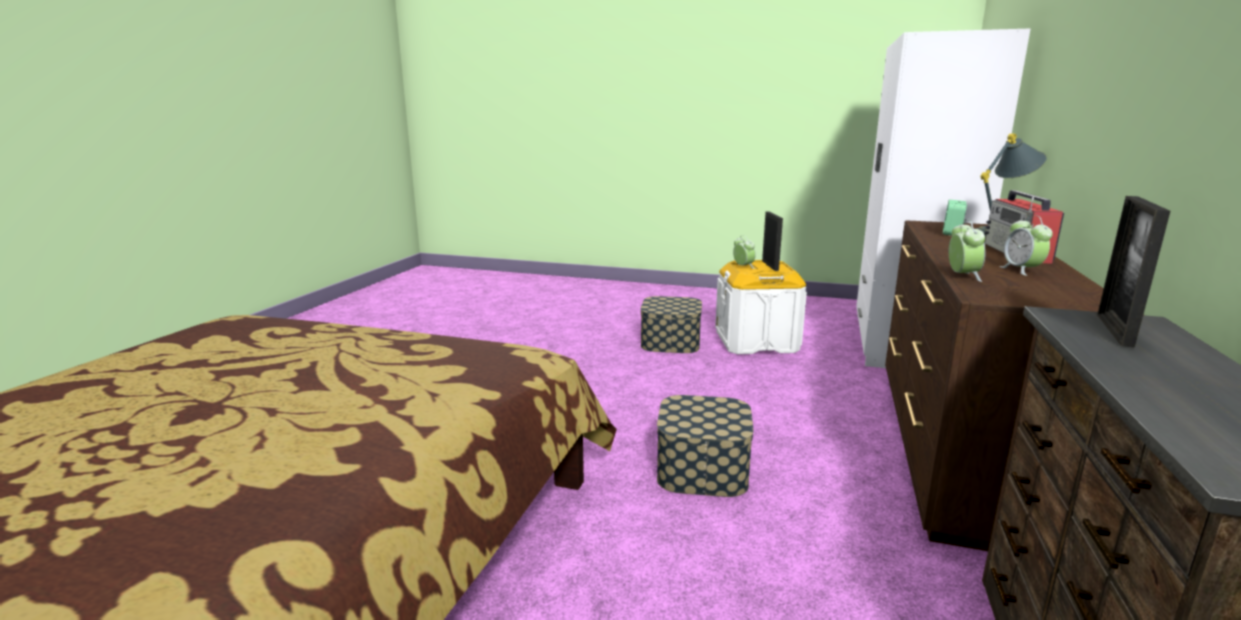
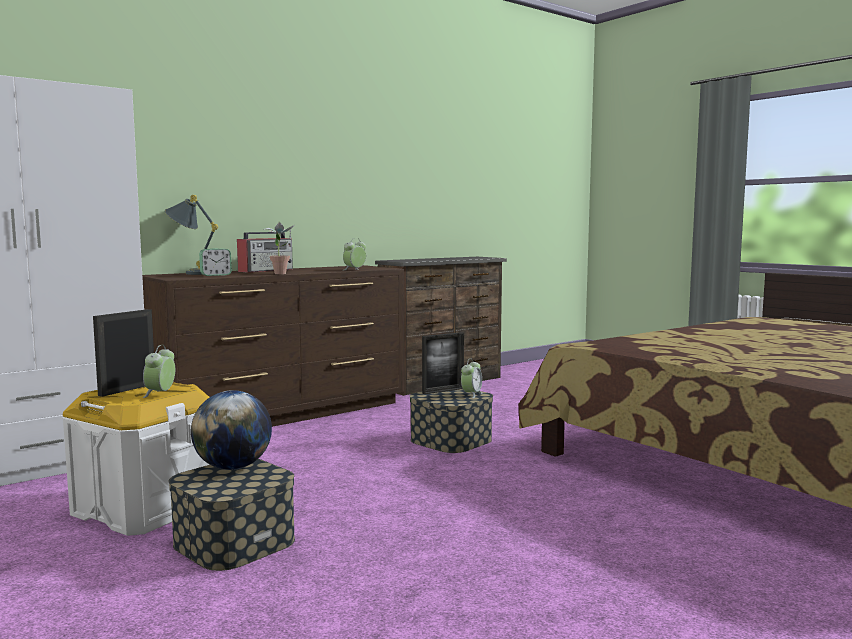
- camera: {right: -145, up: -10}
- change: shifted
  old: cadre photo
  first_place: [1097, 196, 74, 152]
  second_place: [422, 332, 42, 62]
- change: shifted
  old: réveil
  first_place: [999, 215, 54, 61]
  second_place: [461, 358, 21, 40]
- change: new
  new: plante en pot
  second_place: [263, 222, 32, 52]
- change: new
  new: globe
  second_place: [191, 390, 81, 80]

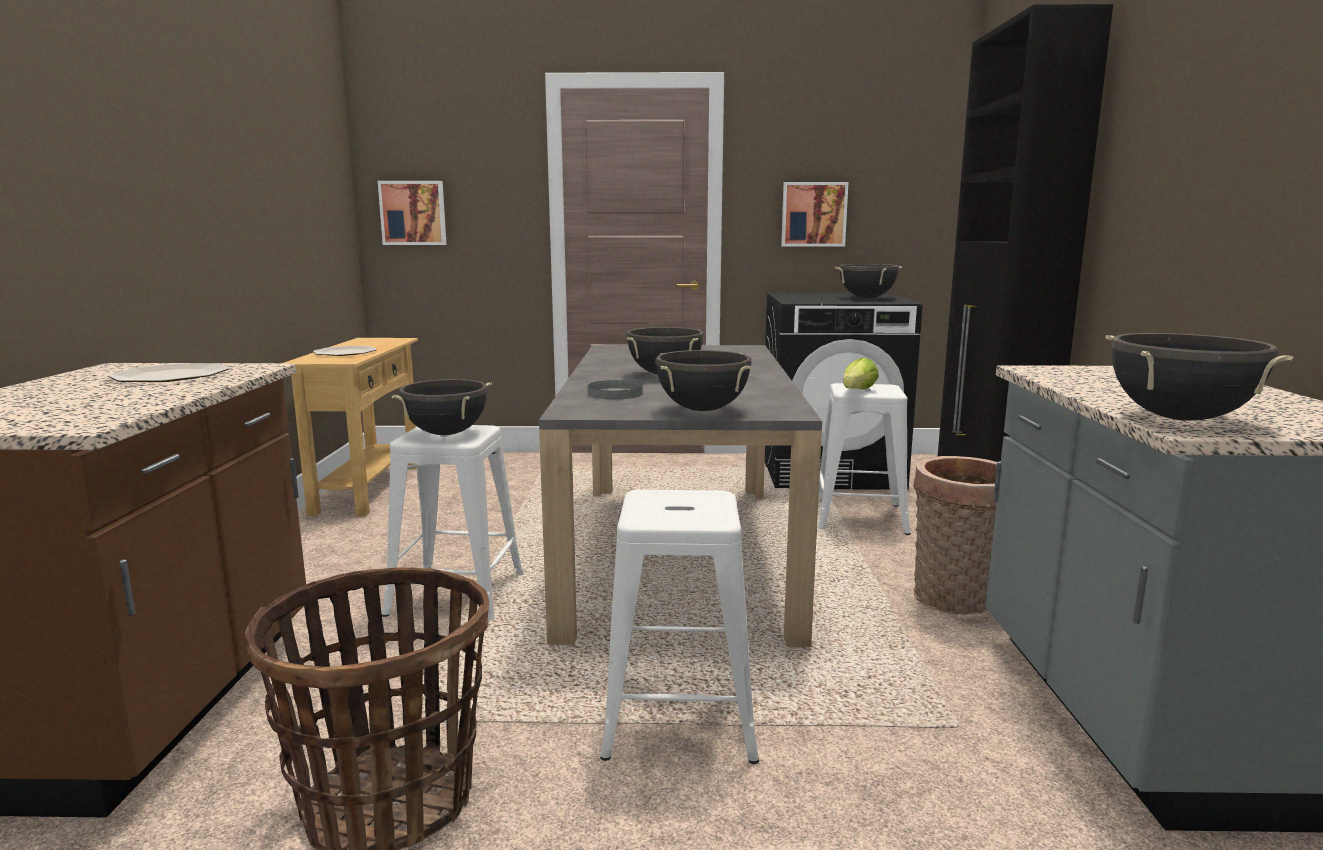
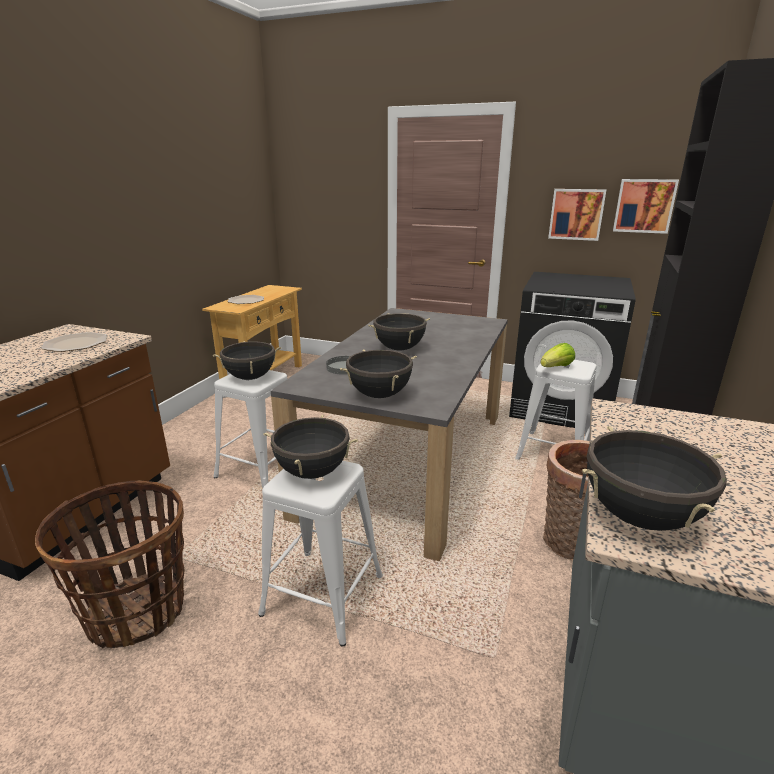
- camera: {right: 20, up: 10}
- change: shifted
  old: tableau
  first_place: [378, 181, 69, 64]
  second_place: [613, 179, 66, 55]
- change: shifted
  old: marmite [noir]
  first_place: [835, 264, 67, 34]
  second_place: [263, 415, 95, 64]

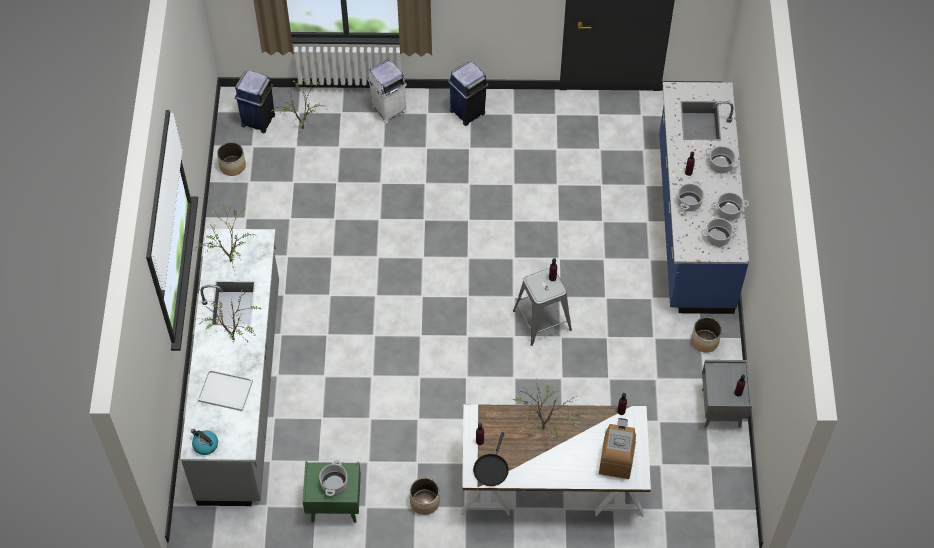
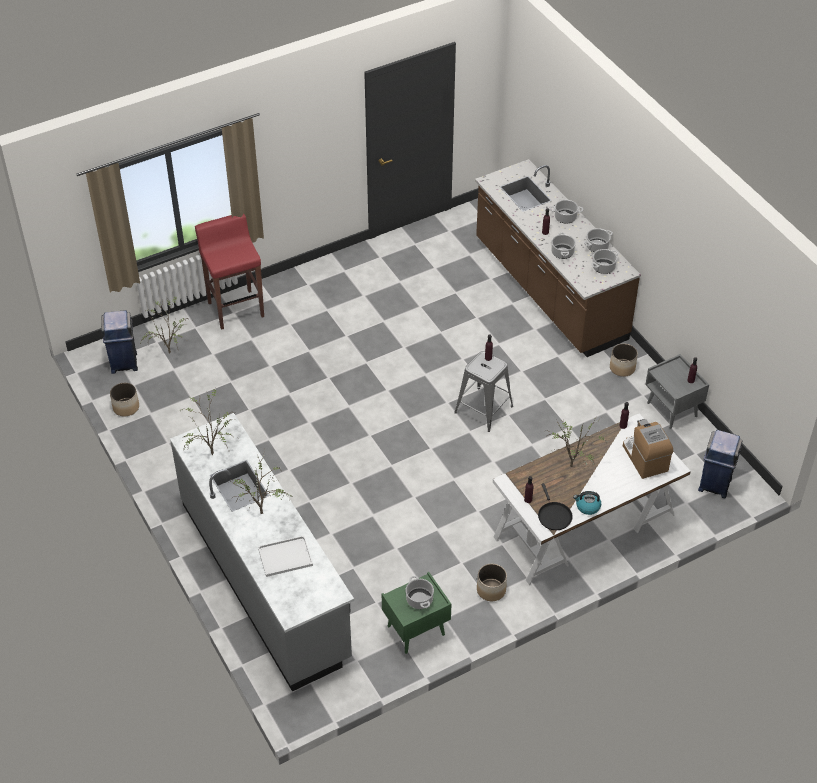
- camera: {right: -30, up: -10}
- change: swapped
  old: poubelle [blanc]
  new: tabouret [rouge]
  first_place: [367, 60, 40, 63]
  second_place: [195, 214, 69, 116]
- change: shifted
  old: poubelle [bleu]
  first_place: [448, 61, 40, 65]
  second_place: [698, 430, 45, 69]
- change: repainted
  old: comptoir de cuisine [bleu]
  new: comptoir de cuisine [marron]
  first_place: [659, 82, 90, 232]
  second_place: [475, 159, 166, 198]
- change: shifted
  old: bouilloire
  first_place: [191, 429, 27, 26]
  second_place: [573, 491, 28, 24]

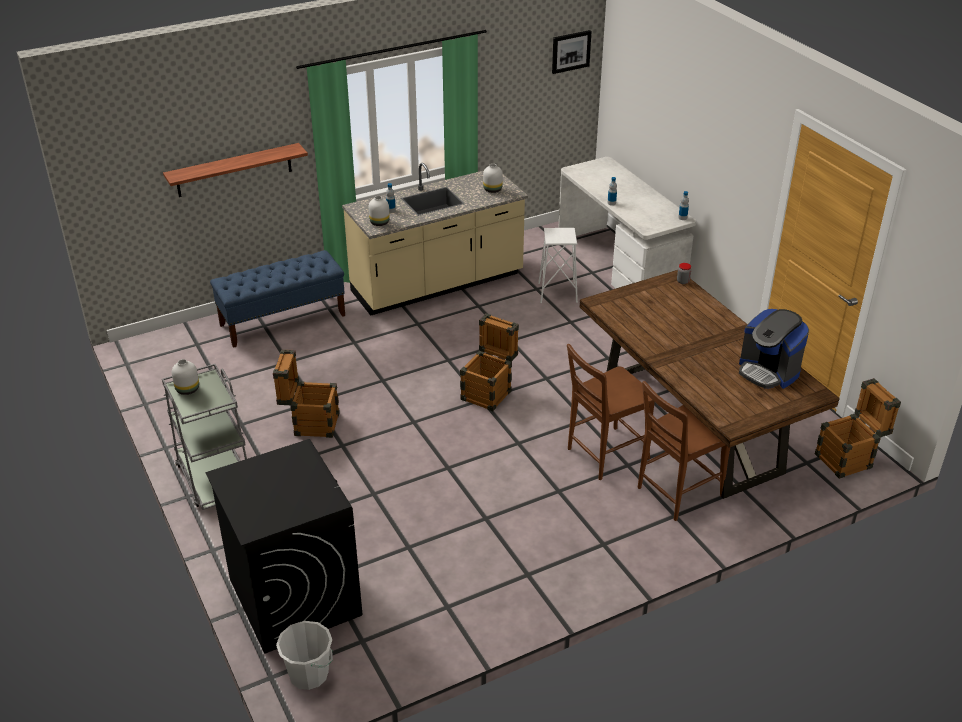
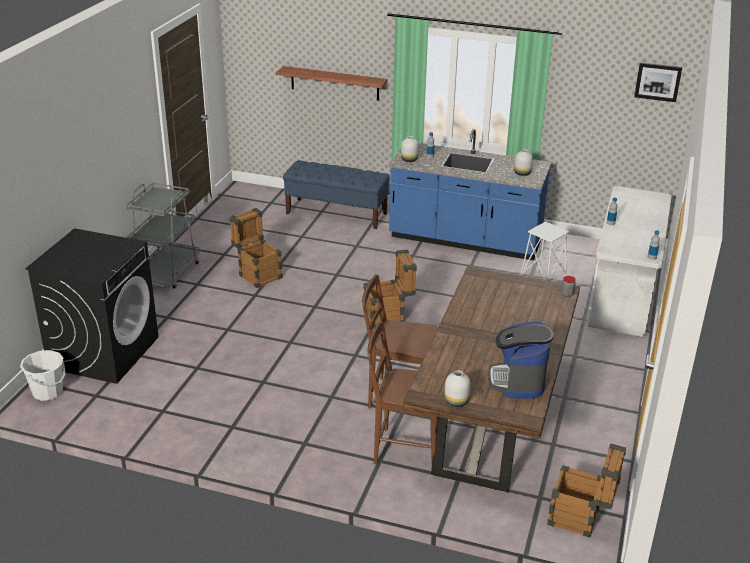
- camera: {right: 45, up: -5}
- change: repainted
  old: comptoir de cuisine [beige]
  new: comptoir de cuisine [bleu]
  first_place: [342, 163, 186, 153]
  second_place: [389, 129, 163, 132]
- change: shifted
  old: vase [blanc]
  first_place: [172, 359, 27, 36]
  second_place: [444, 370, 27, 37]

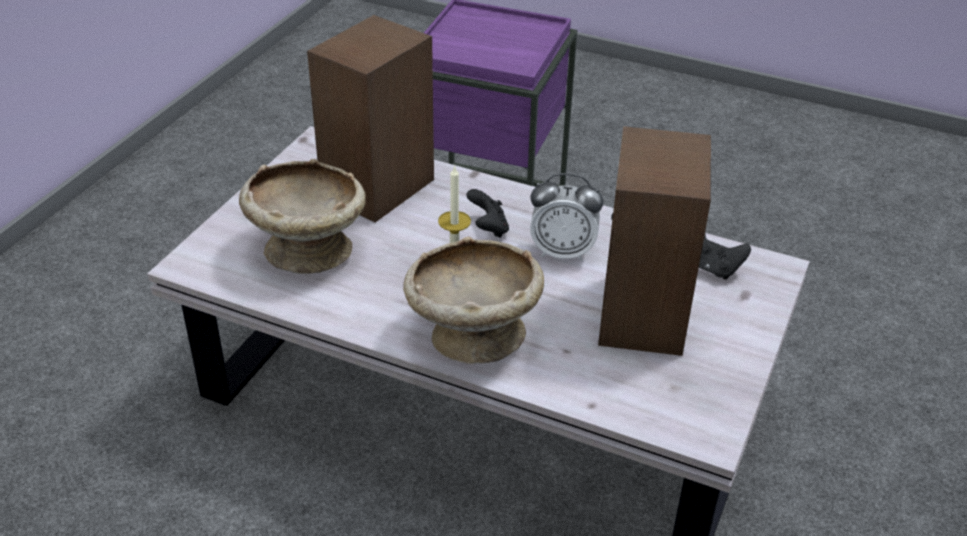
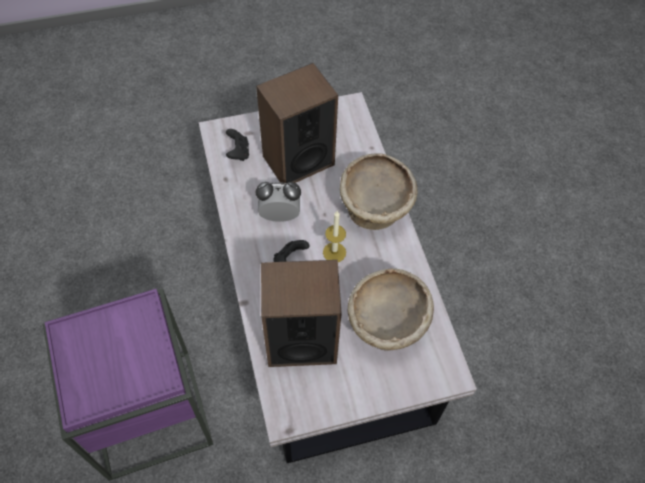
- camera: {right: -130, up: 20}
- change: rotated
  old: réveil
  first_place: [530, 173, 74, 88]
  second_place: [256, 182, 45, 40]
  degrees: -60

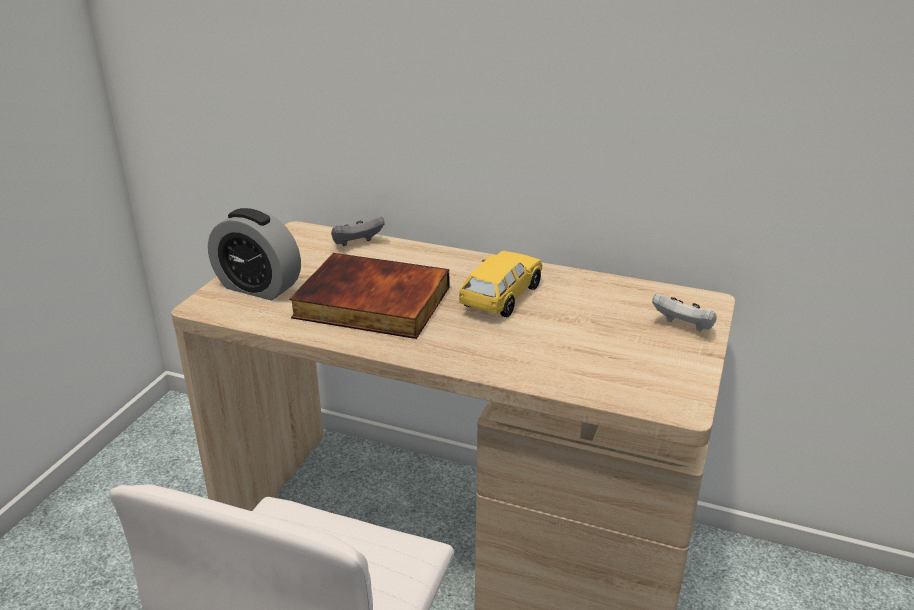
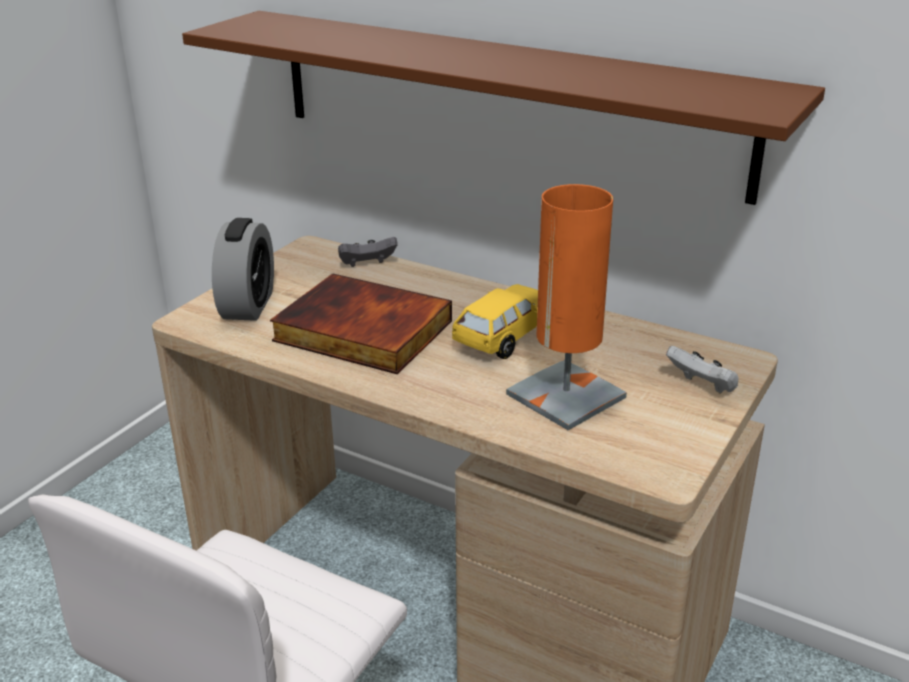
- camera: {right: 10, up: 0}
- change: rotated
  old: réveil
  first_place: [208, 208, 93, 92]
  second_place: [212, 218, 62, 103]
  degrees: -120
- change: new
  new: étagère [marron]
  second_place: [182, 11, 643, 194]
- change: new
  new: lampe de table [orange]
  second_place: [506, 184, 121, 246]

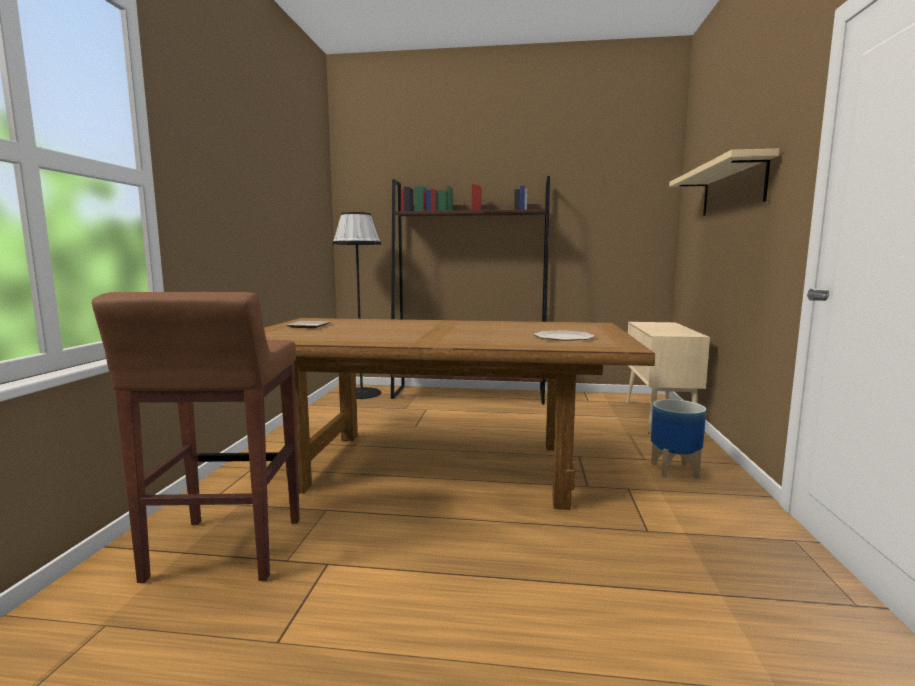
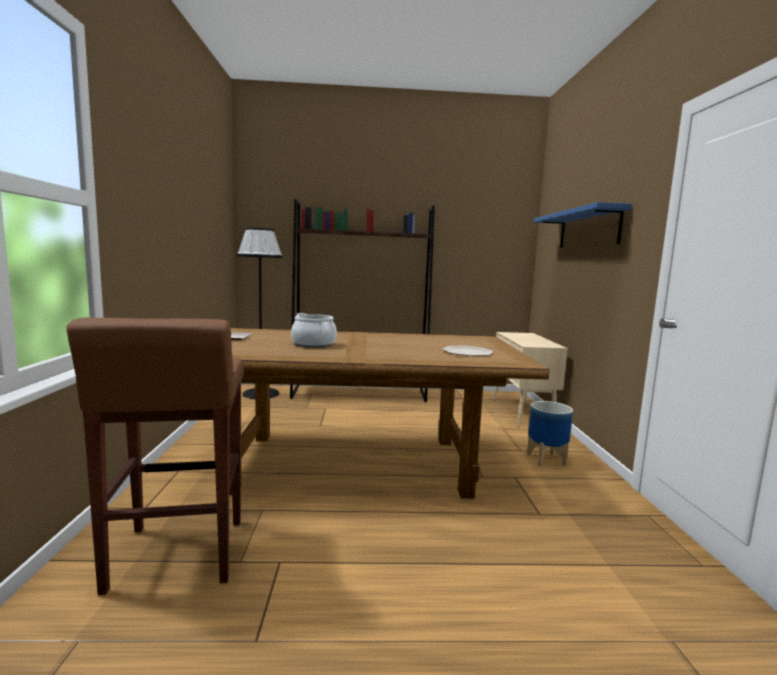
- camera: {right: -10, up: 0}
- change: repainted
  old: étagère [beige]
  new: étagère [bleu]
  first_place: [669, 149, 111, 67]
  second_place: [534, 202, 98, 46]
- change: new
  new: marmite
  second_place: [291, 313, 46, 35]

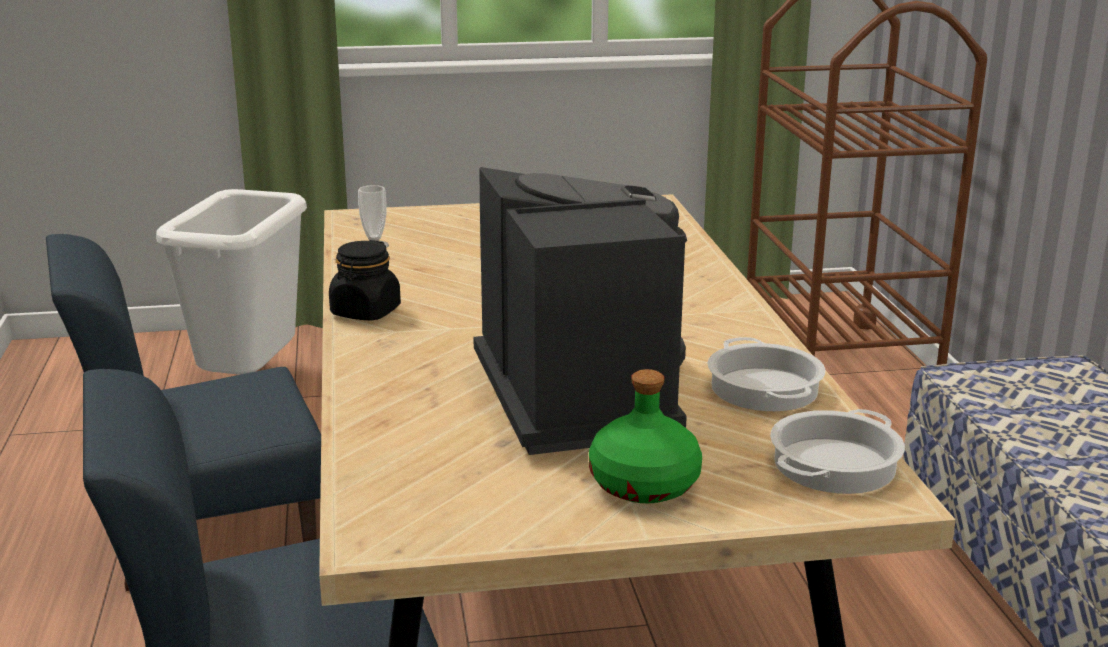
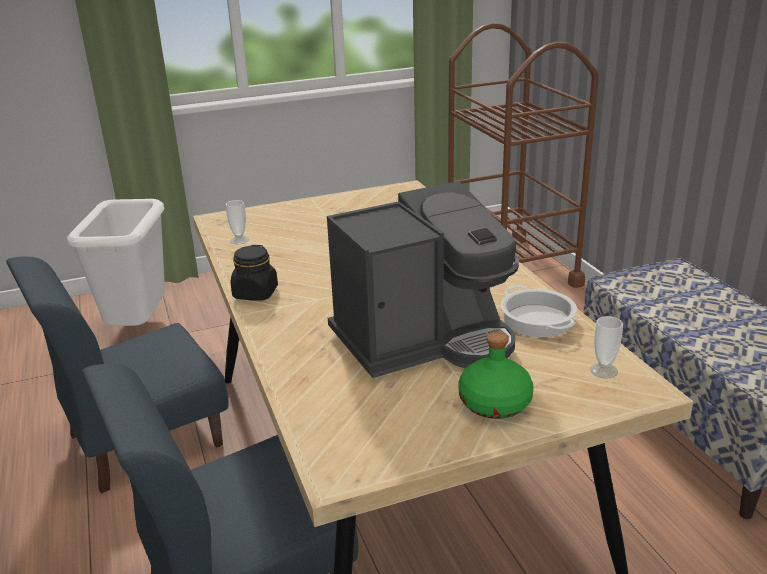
- camera: {right: -10, up: 5}
- change: rotated
  old: machine à café
  first_place: [473, 167, 214, 288]
  second_place: [327, 181, 192, 197]
  degrees: 90
- change: swapped
  old: marmite
  new: tasse
  first_place: [770, 409, 135, 85]
  second_place: [590, 316, 33, 63]

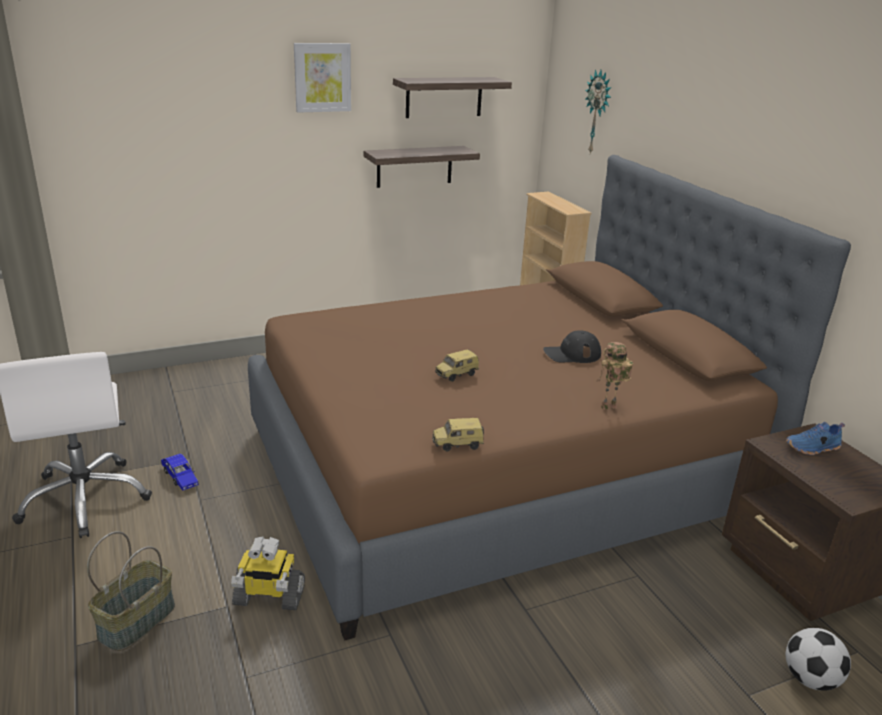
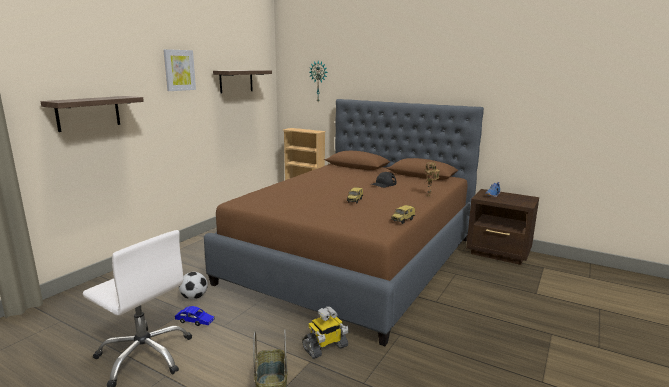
- camera: {right: -35, up: -10}
- change: shifted
  old: étagère
  first_place: [364, 146, 116, 42]
  second_place: [40, 96, 104, 36]
- change: shifted
  old: ballon de foot
  first_place: [786, 628, 65, 63]
  second_place: [179, 272, 29, 28]

